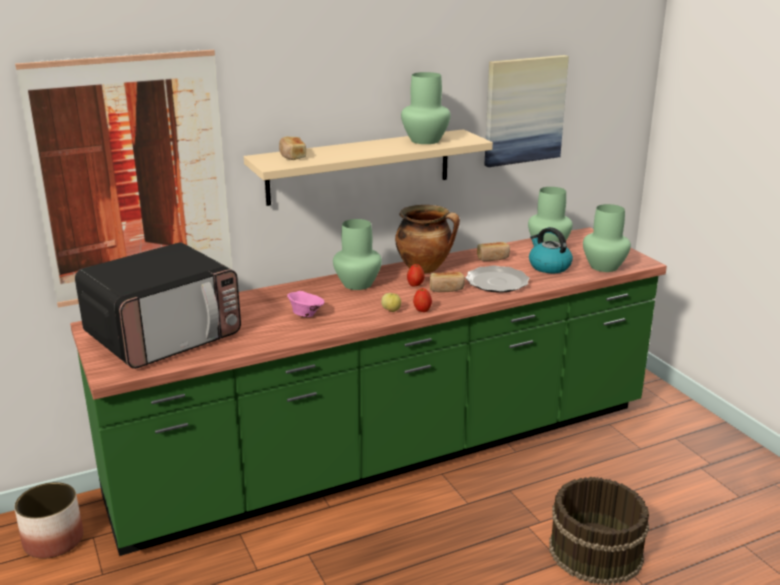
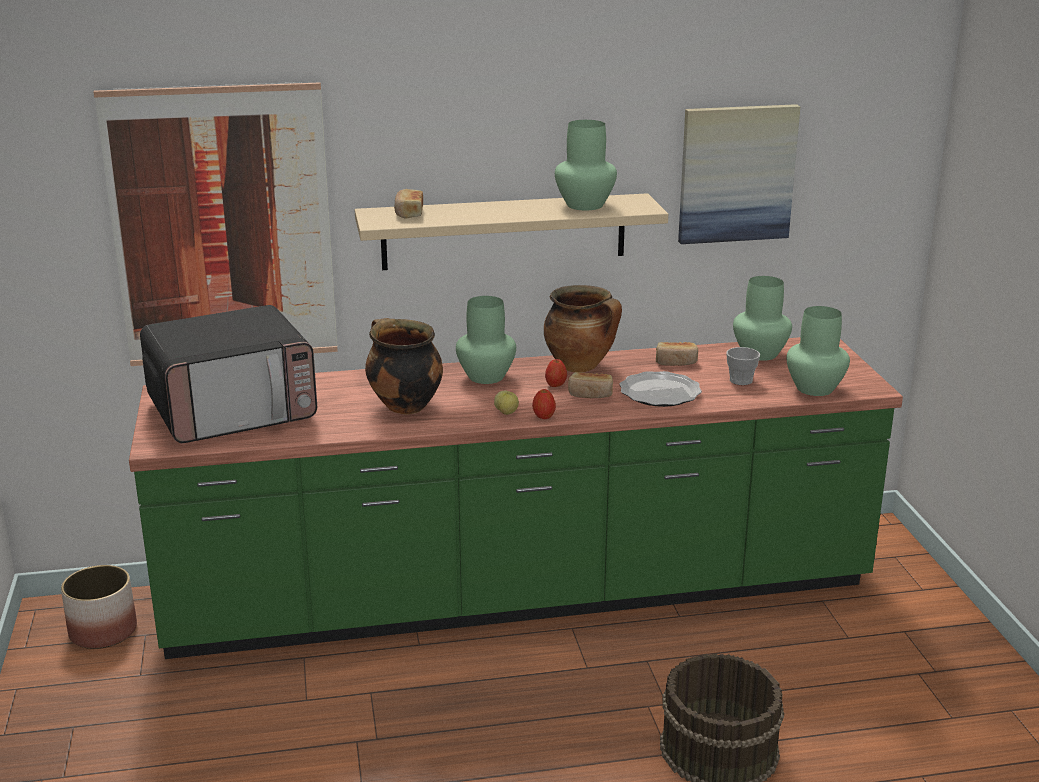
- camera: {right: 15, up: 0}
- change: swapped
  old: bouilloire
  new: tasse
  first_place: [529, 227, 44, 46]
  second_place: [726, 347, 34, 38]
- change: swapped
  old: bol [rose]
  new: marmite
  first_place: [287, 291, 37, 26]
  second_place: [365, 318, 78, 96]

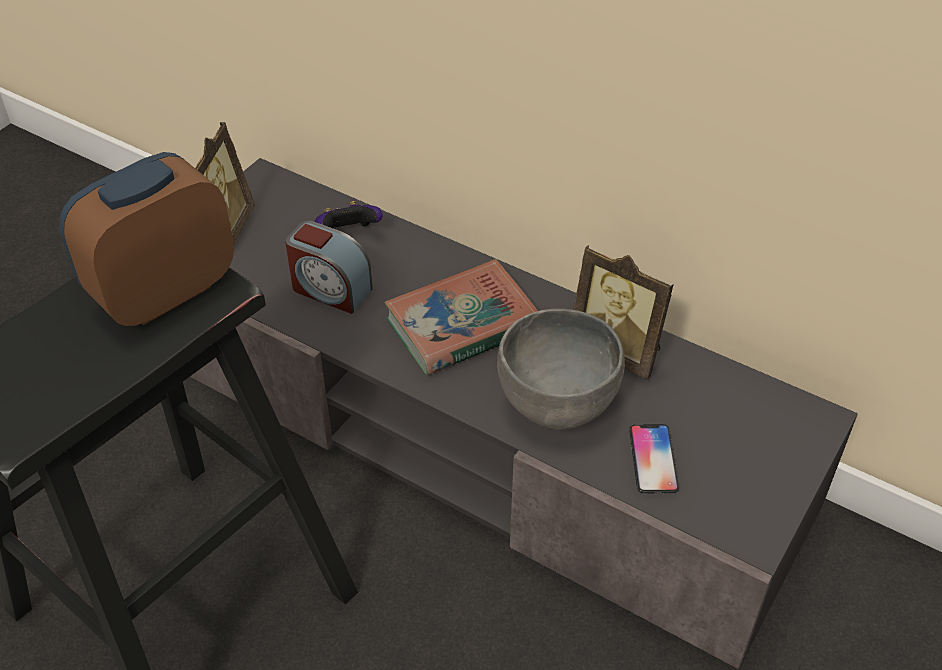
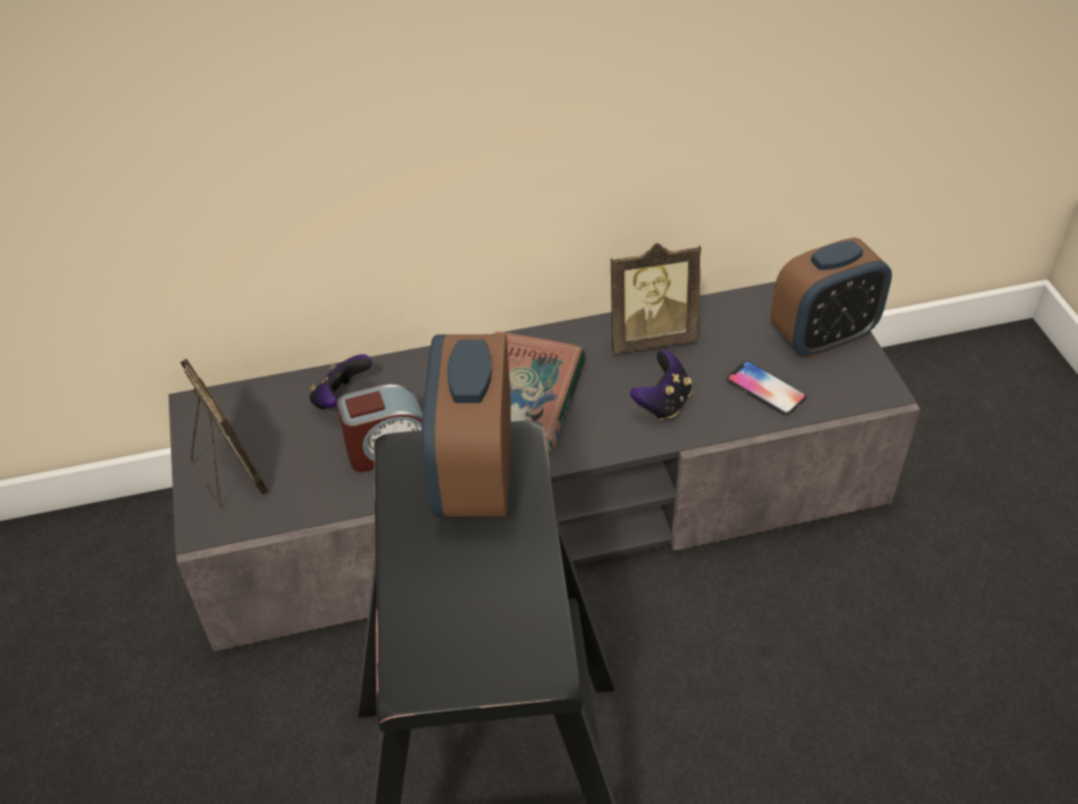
- camera: {right: -45, up: 0}
- change: swapped
  old: bol [gris]
  new: manette
  first_place: [497, 309, 128, 120]
  second_place: [630, 350, 62, 70]
- change: new
  new: réveil
  second_place: [771, 237, 121, 120]

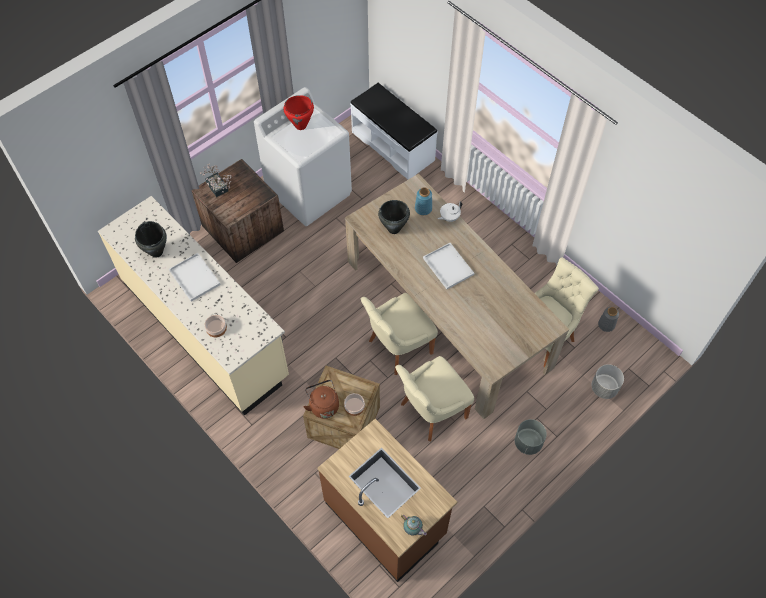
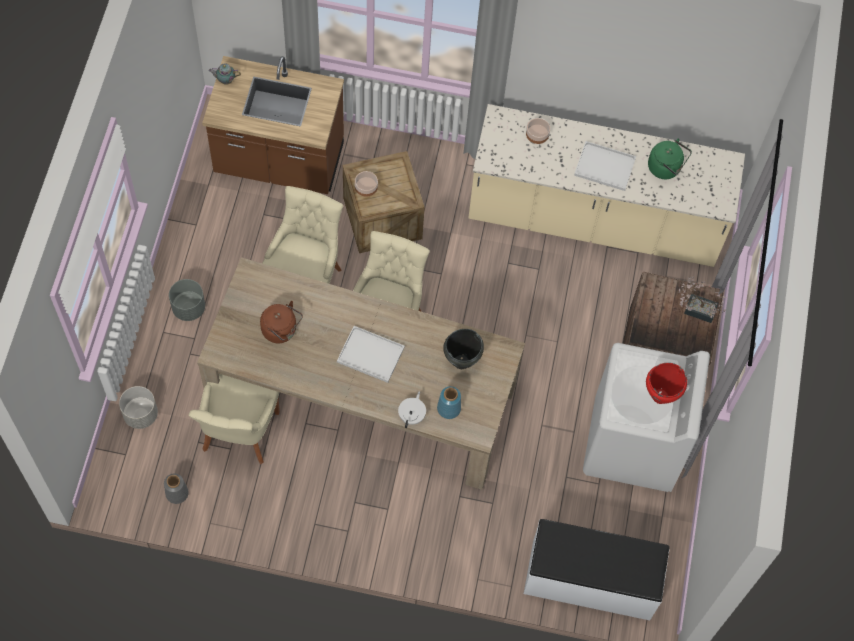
- camera: {right: 140, up: 5}
- change: swapped
  old: marmite [noir]
  new: bouilloire [vert]
  first_place: [135, 221, 32, 37]
  second_place: [648, 139, 44, 40]
- change: shifted
  old: bouilloire [marron]
  first_place: [304, 380, 35, 39]
  second_place: [260, 301, 43, 42]

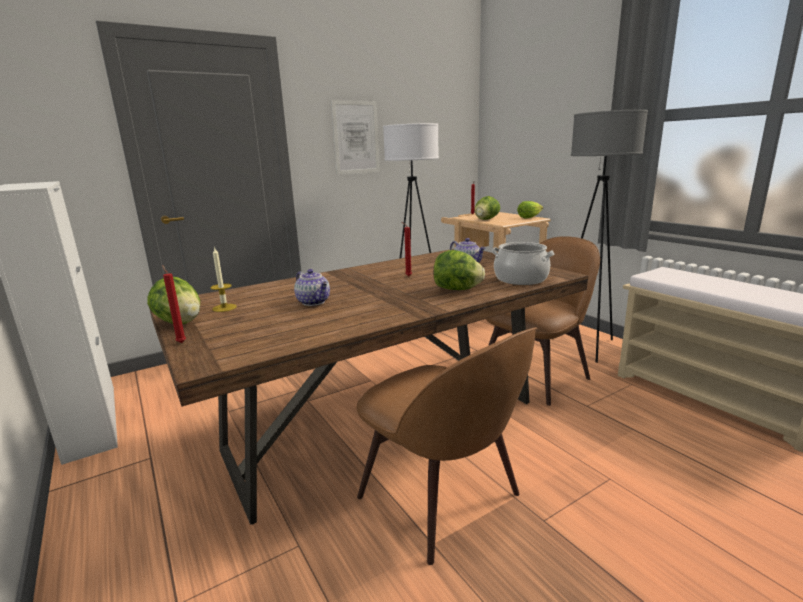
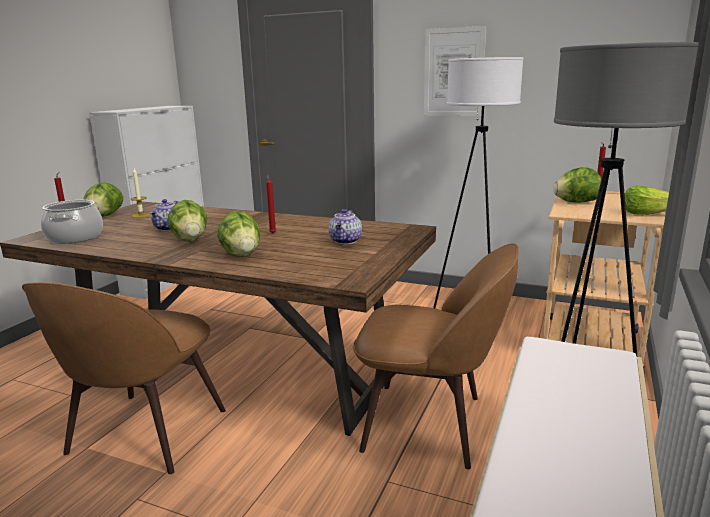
- camera: {right: 55, up: 0}
- change: shifted
  old: marmite
  first_place: [492, 242, 62, 43]
  second_place: [41, 200, 62, 43]
- change: new
  new: laitue
  second_place: [167, 200, 40, 41]

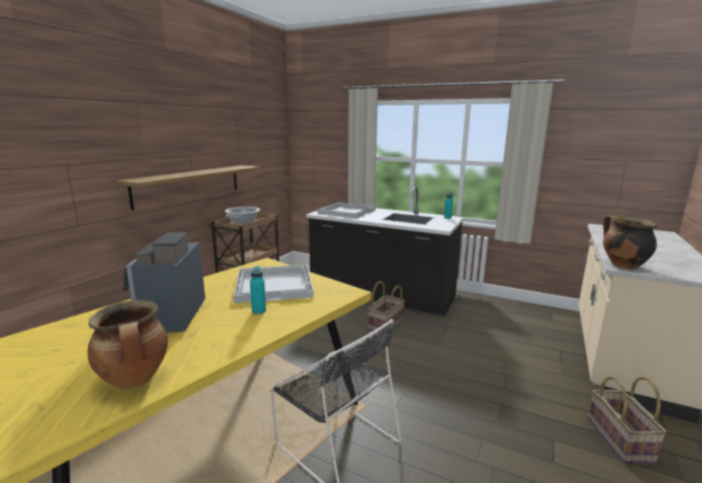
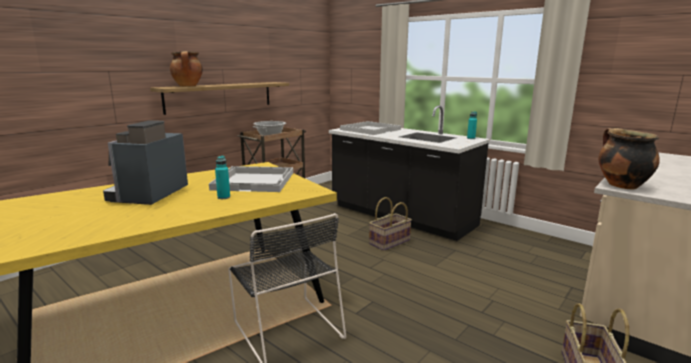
- camera: {right: 15, up: 0}
- change: shifted
  old: marmite
  first_place: [87, 300, 81, 89]
  second_place: [170, 51, 33, 36]

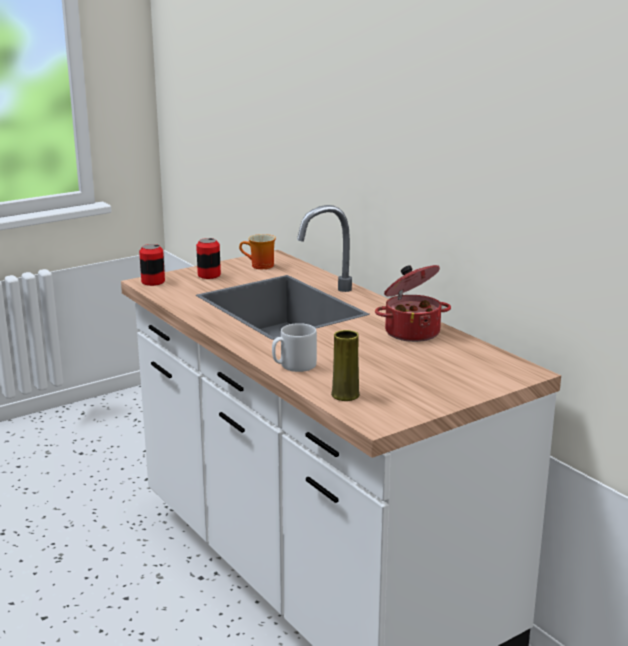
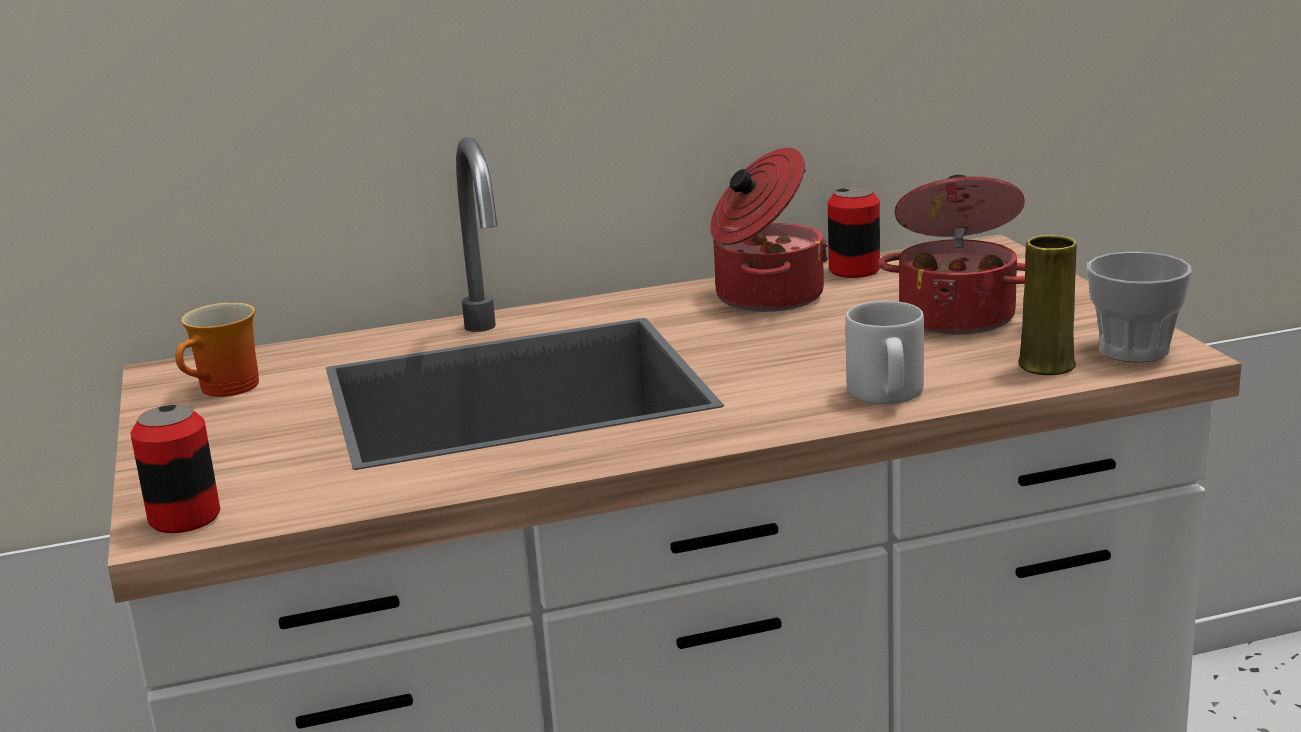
- camera: {right: -70, up: 0}
- change: shifted
  old: boîte métallique
  first_place: [196, 238, 25, 41]
  second_place: [828, 187, 52, 91]
- change: new
  new: marmite
  second_place: [878, 175, 147, 160]
- change: new
  new: tasse
  second_place: [1087, 252, 105, 110]

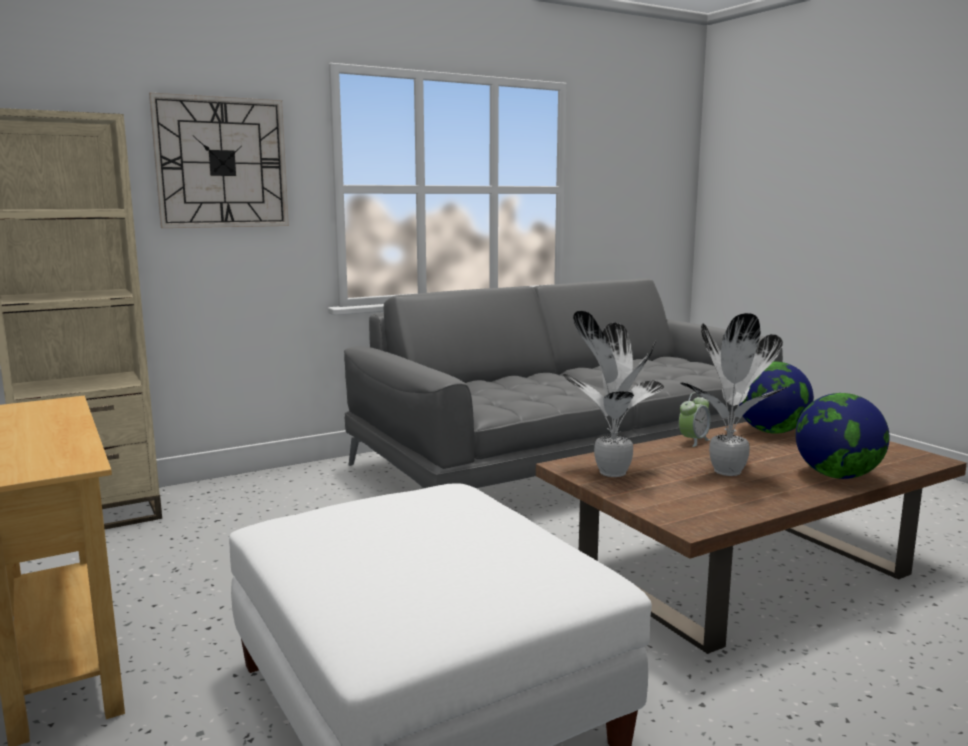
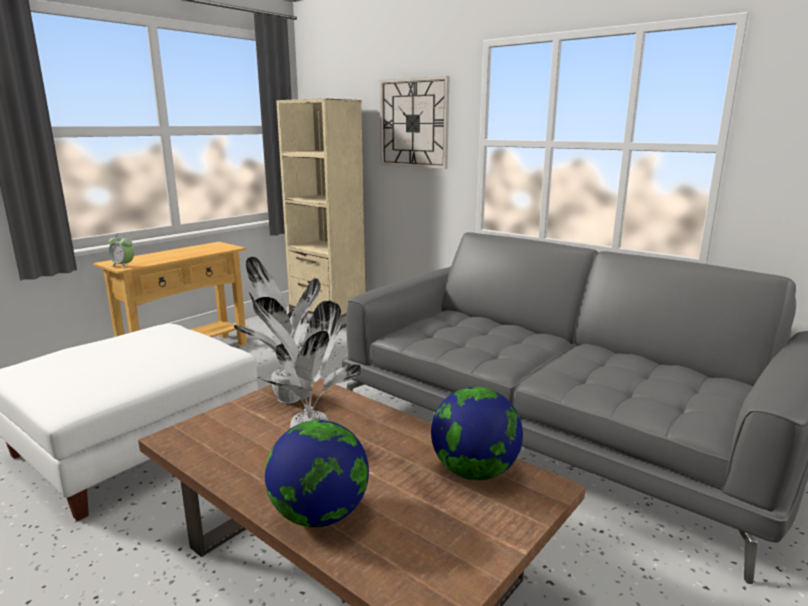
- camera: {right: 70, up: 5}
- change: shifted
  old: réveil
  first_place: [679, 393, 32, 54]
  second_place: [109, 233, 25, 35]

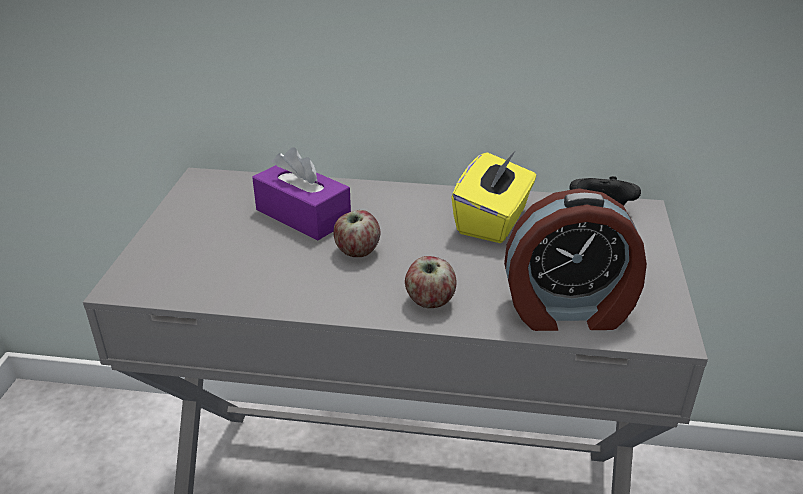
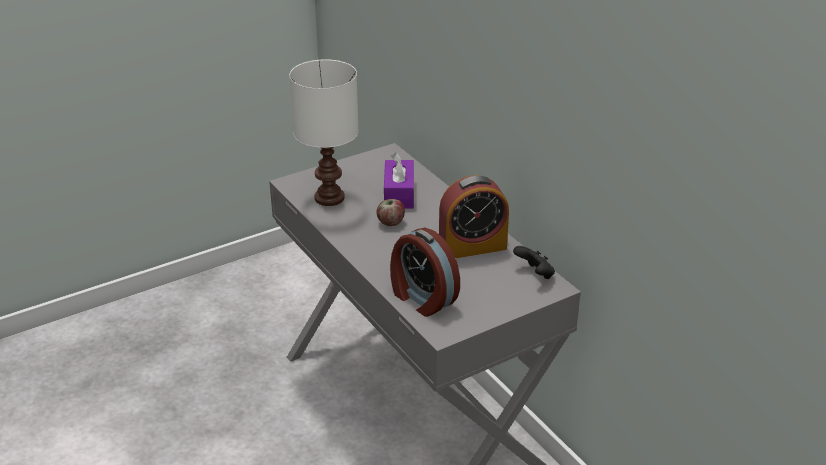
- camera: {right: 50, up: 0}
- change: swapped
  old: boîte à mouchoirs [jaune]
  new: réveil
  first_place: [451, 150, 85, 93]
  second_place: [439, 175, 70, 83]
- change: gone
  old: pomme
  first_place: [405, 256, 52, 52]
- change: new
  new: lampe de table [blanc]
  second_place: [289, 59, 70, 147]

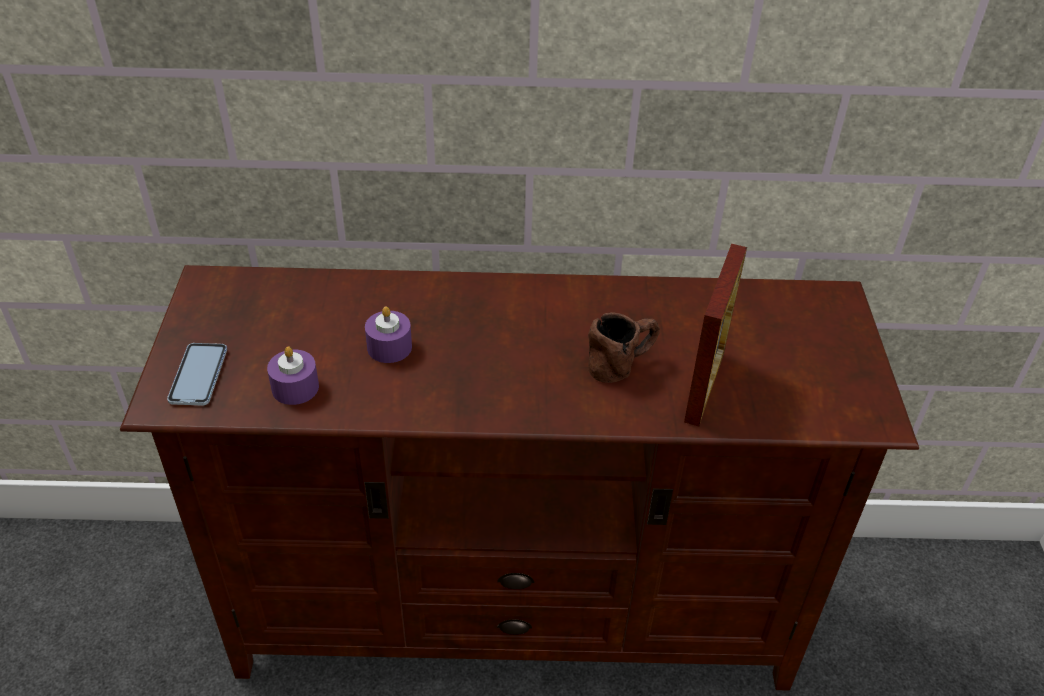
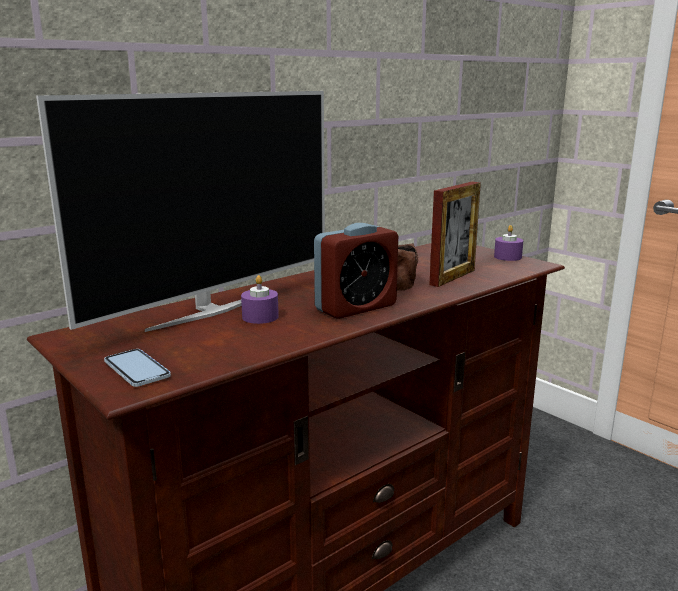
- camera: {right: -40, up: -25}
- change: rotated
  old: cadre photo
  first_place: [684, 244, 63, 183]
  second_place: [429, 182, 52, 105]
  degrees: 60
- change: shifted
  old: bougie [violet]
  first_place: [267, 346, 52, 59]
  second_place: [494, 225, 29, 36]
- change: new
  new: téléviseur
  second_place: [36, 91, 289, 241]
- change: new
  new: réveil
  second_place: [314, 223, 84, 96]

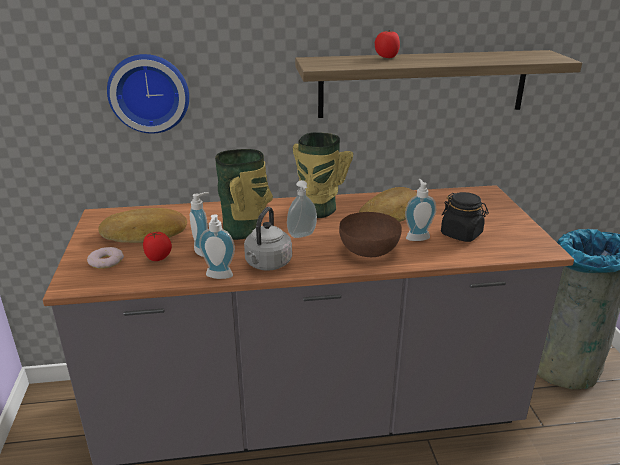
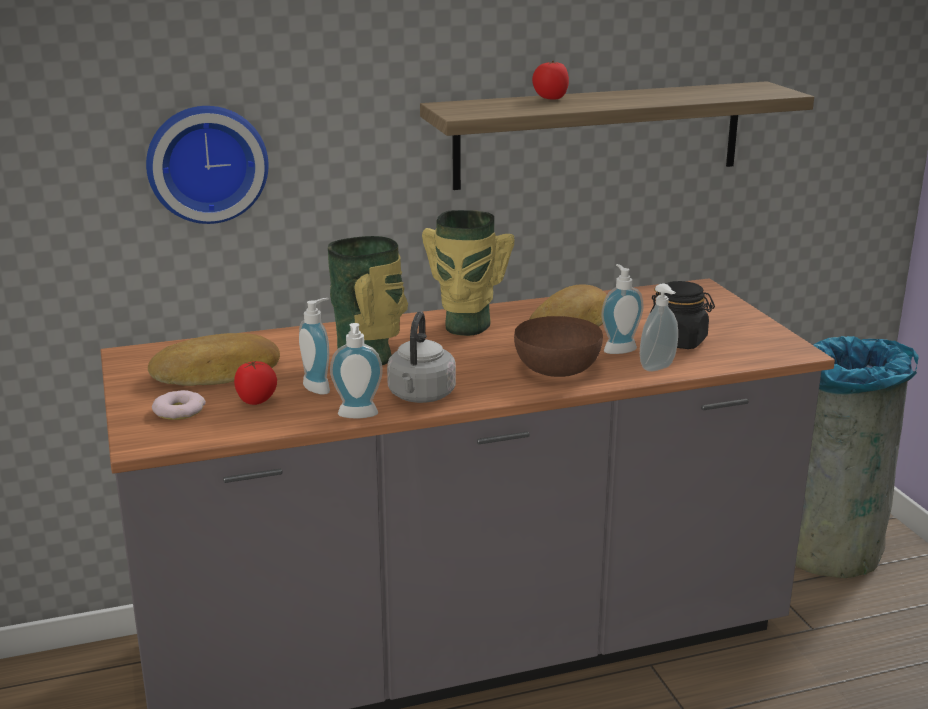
- camera: {right: -10, up: -5}
- change: shifted
  old: distributeur de savon
  first_place: [287, 180, 30, 58]
  second_place: [640, 284, 38, 88]

